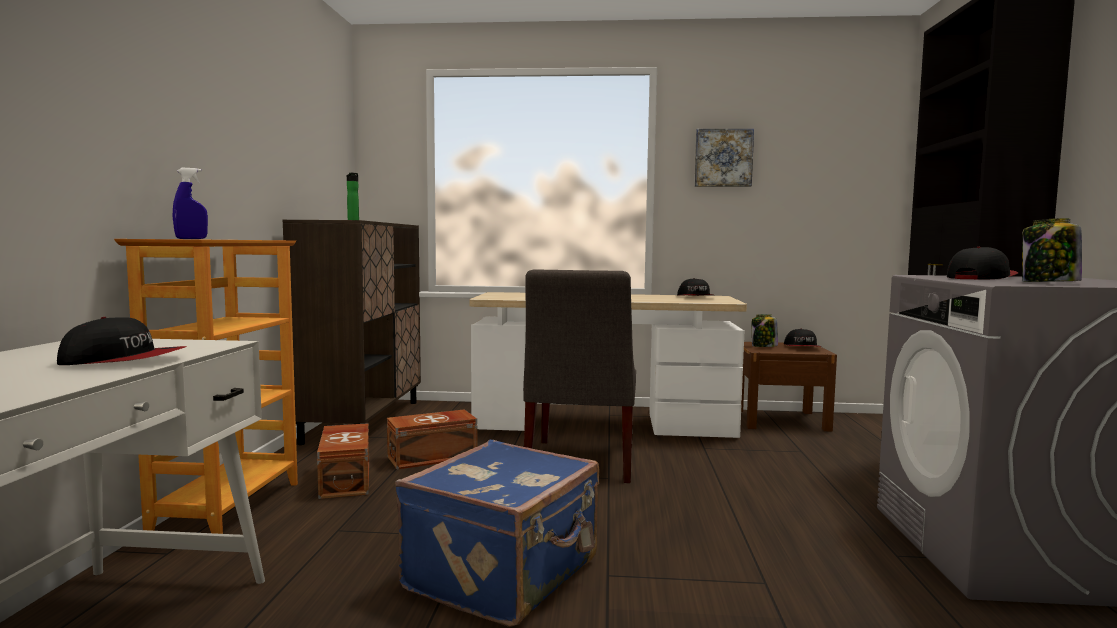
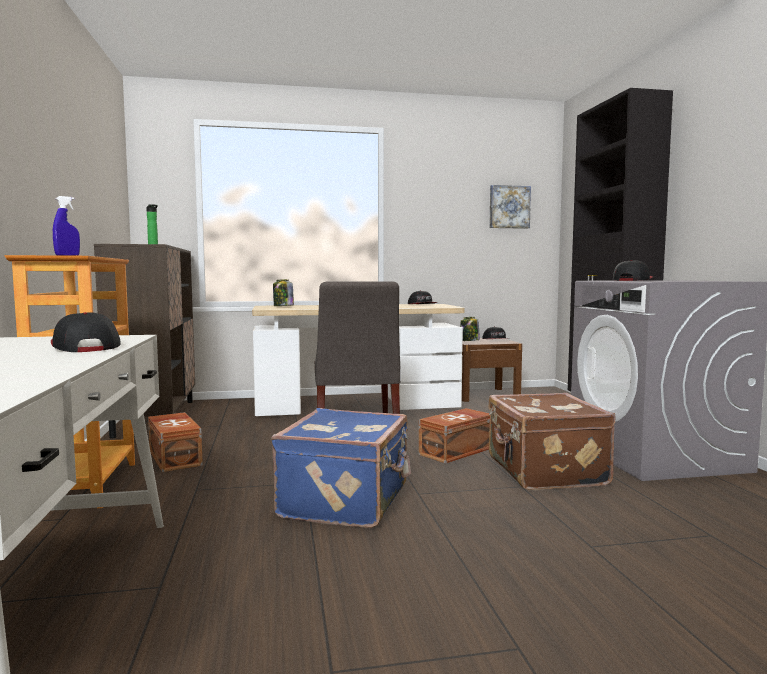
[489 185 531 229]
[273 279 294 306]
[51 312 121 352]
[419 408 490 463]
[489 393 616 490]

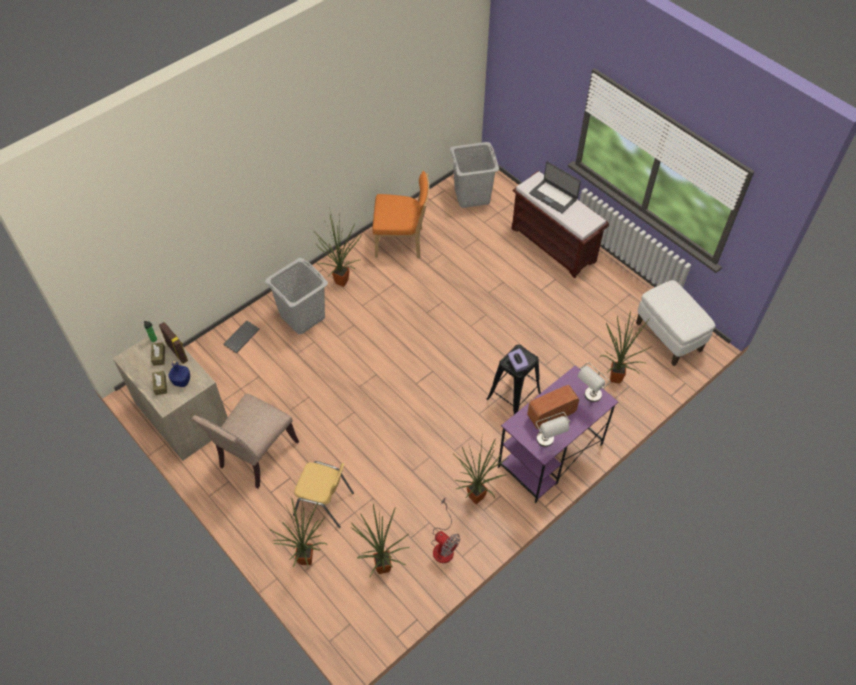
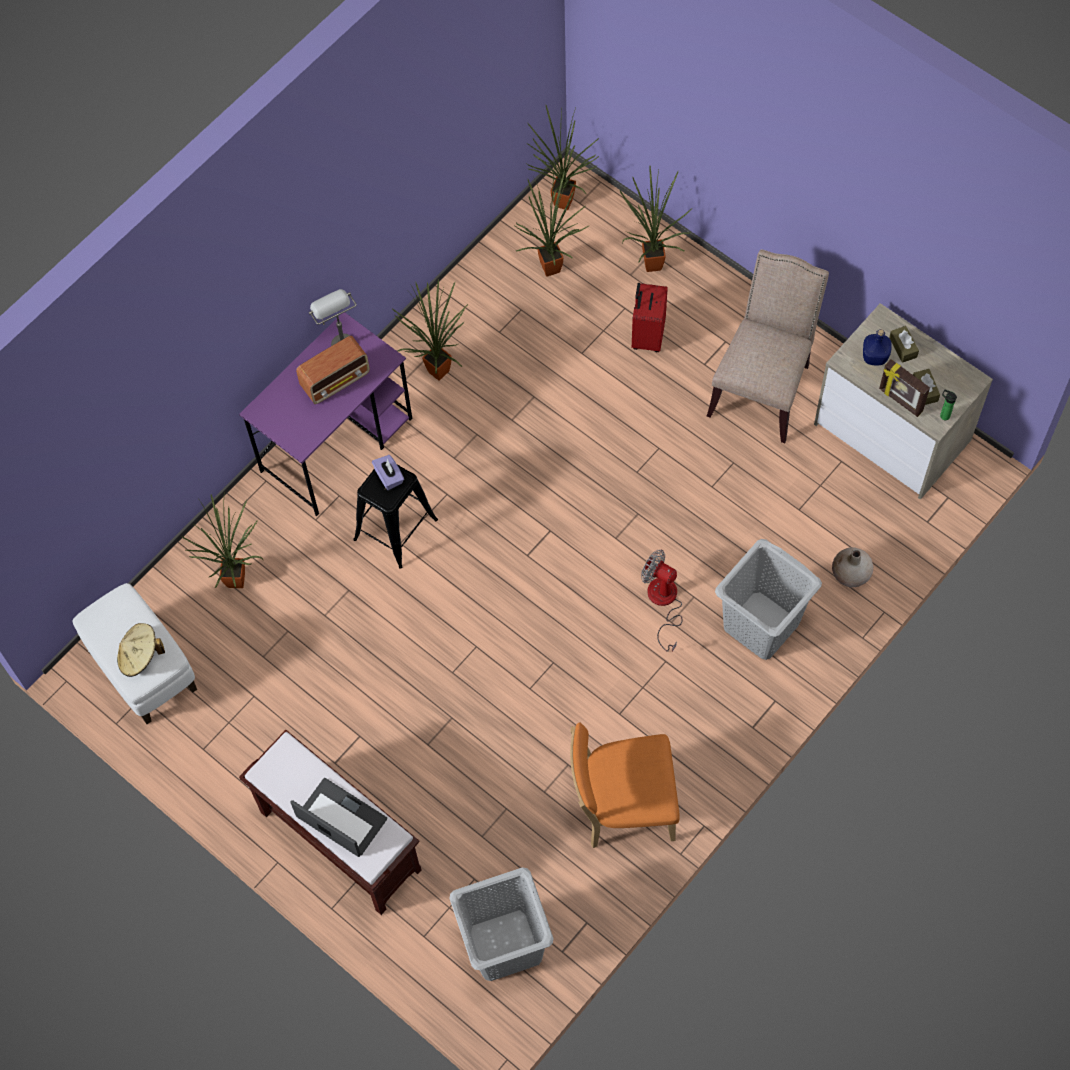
[526 105 599 210]
[832 547 873 587]
[578 362 611 402] (first image)
[632 283 668 352]
[641 549 683 652]
[117 623 165 677]

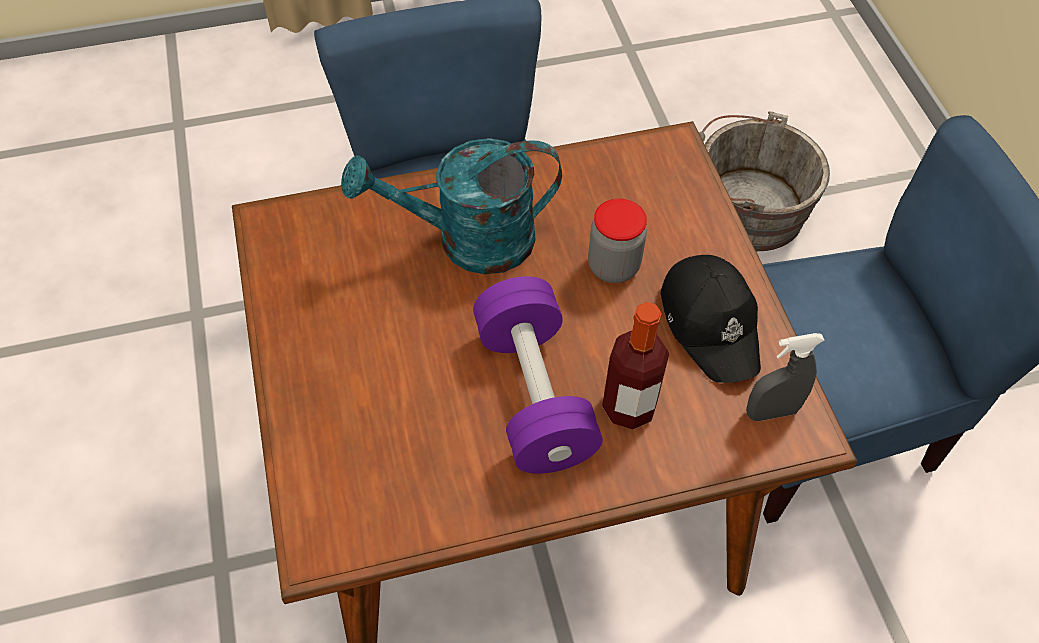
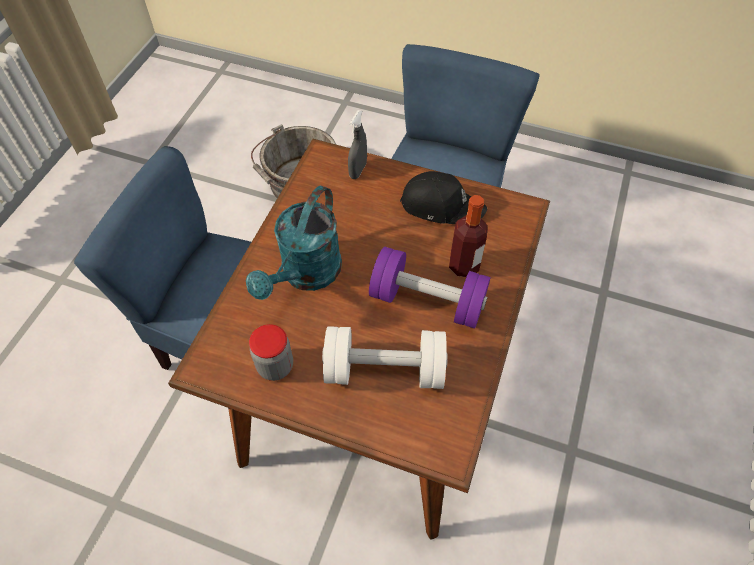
[249 324 293 381]
[348 110 367 179]
[322 326 448 389]

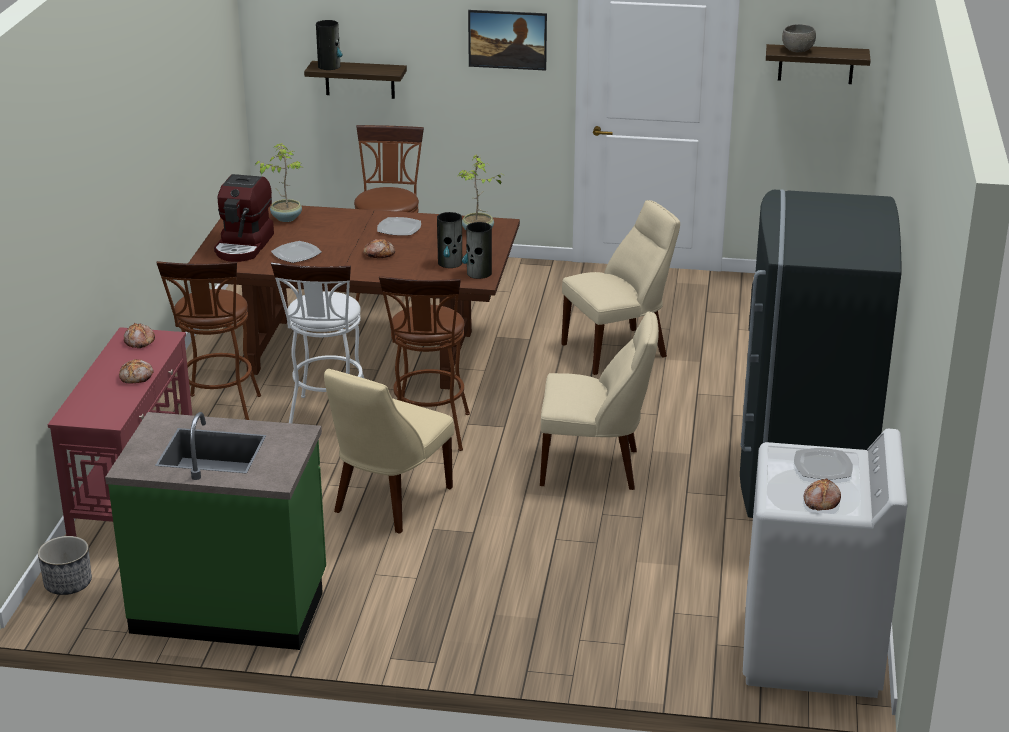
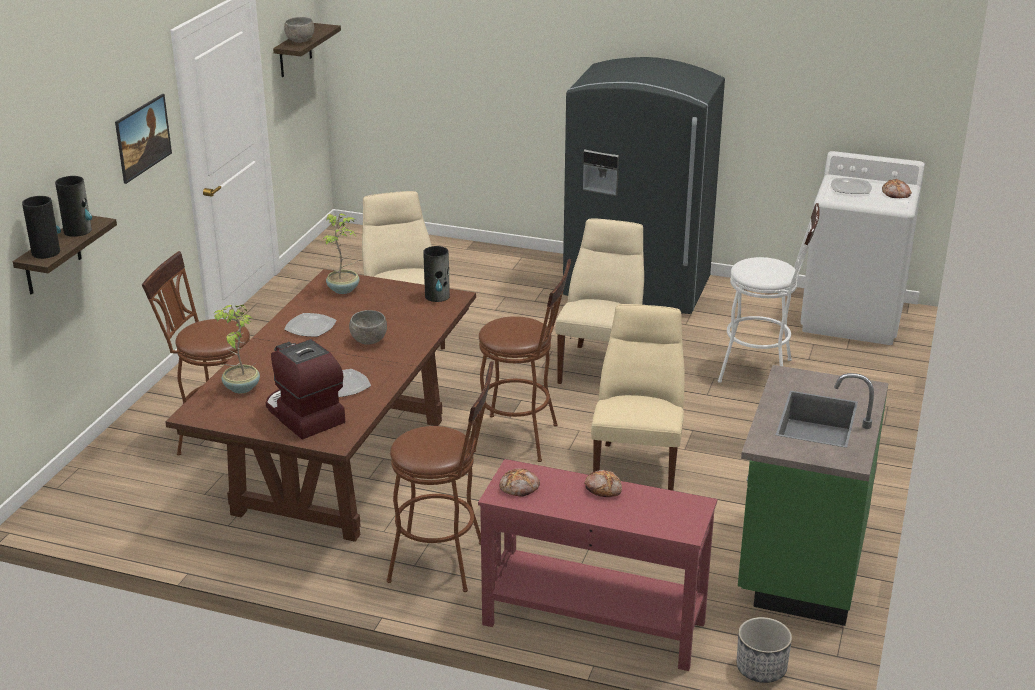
[266 339 345 440]
[55 176 92 237]
[349 310 387 345]
[718 203 820 383]
[591 304 685 491]

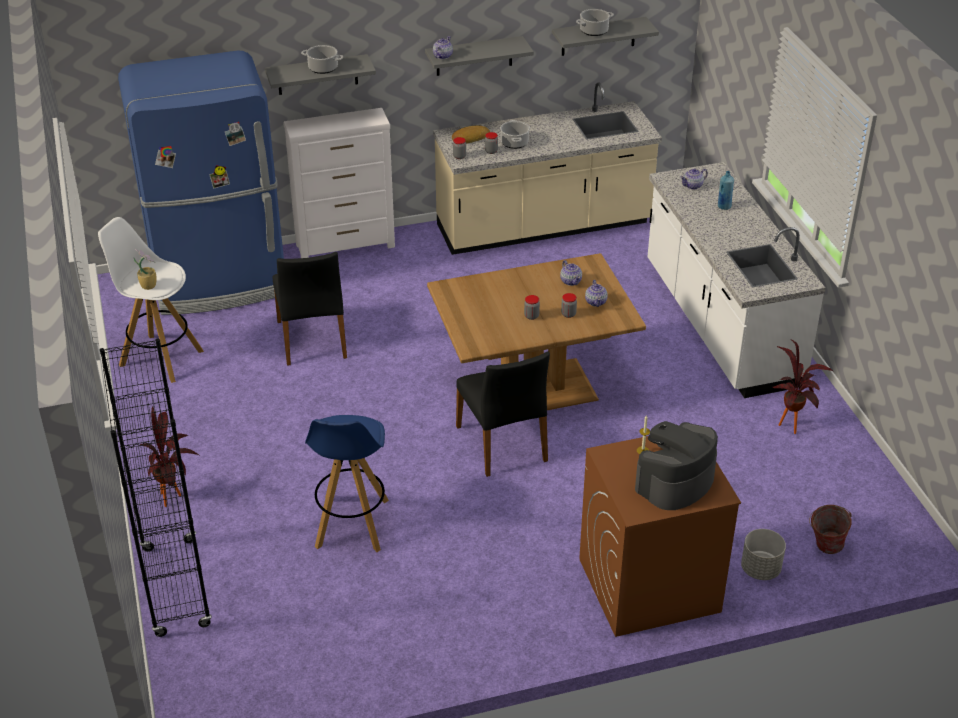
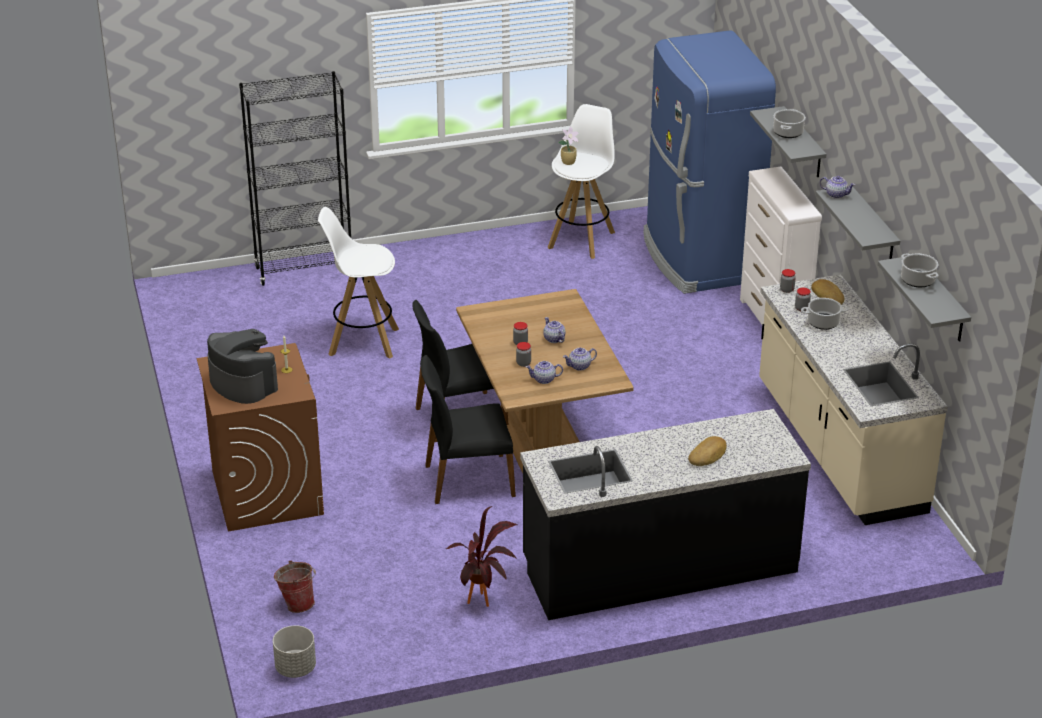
[520 409 811 620]
[543 317 565 343]
[688 436 727 466]
[421 355 516 504]
[140 407 199 507] (first image)
[318 207 399 358]
[273 625 316 678]

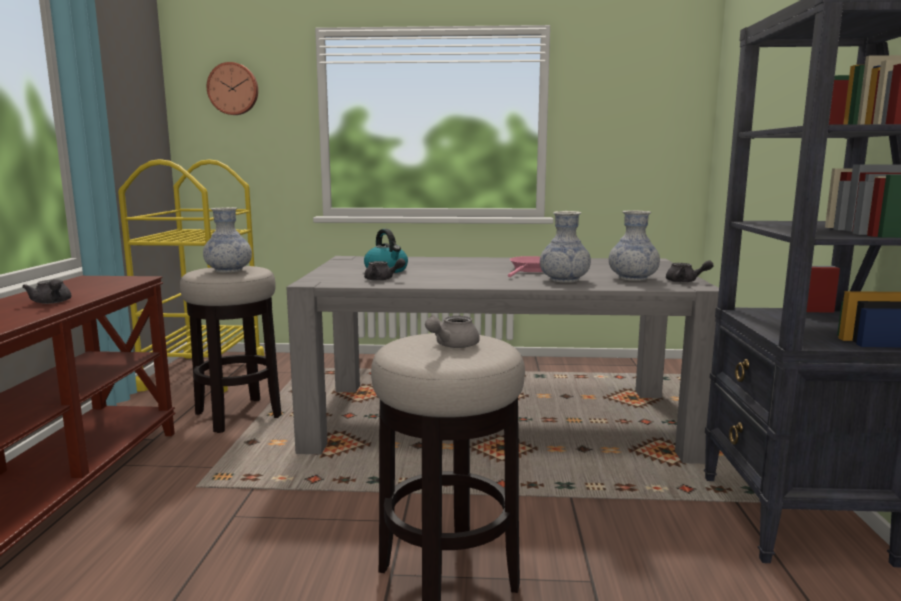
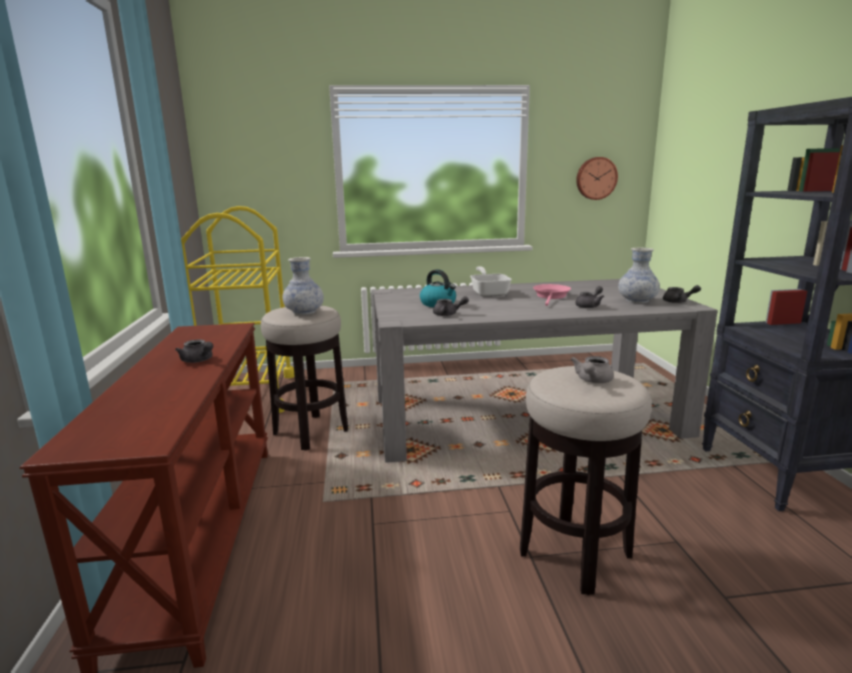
[576 157 618 200]
[575 286 604 308]
[470 266 512 297]

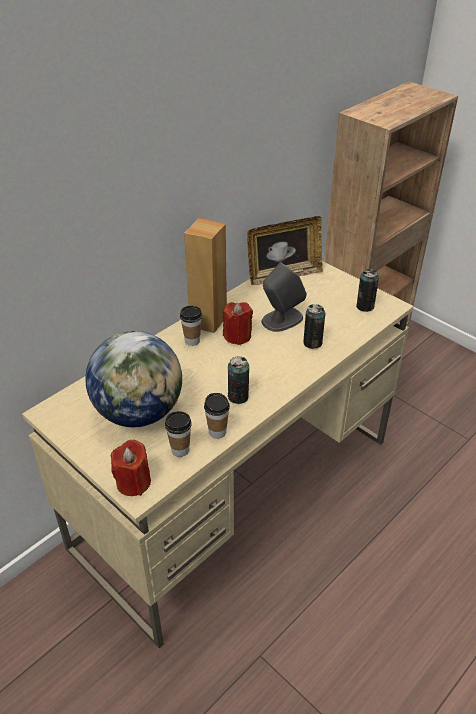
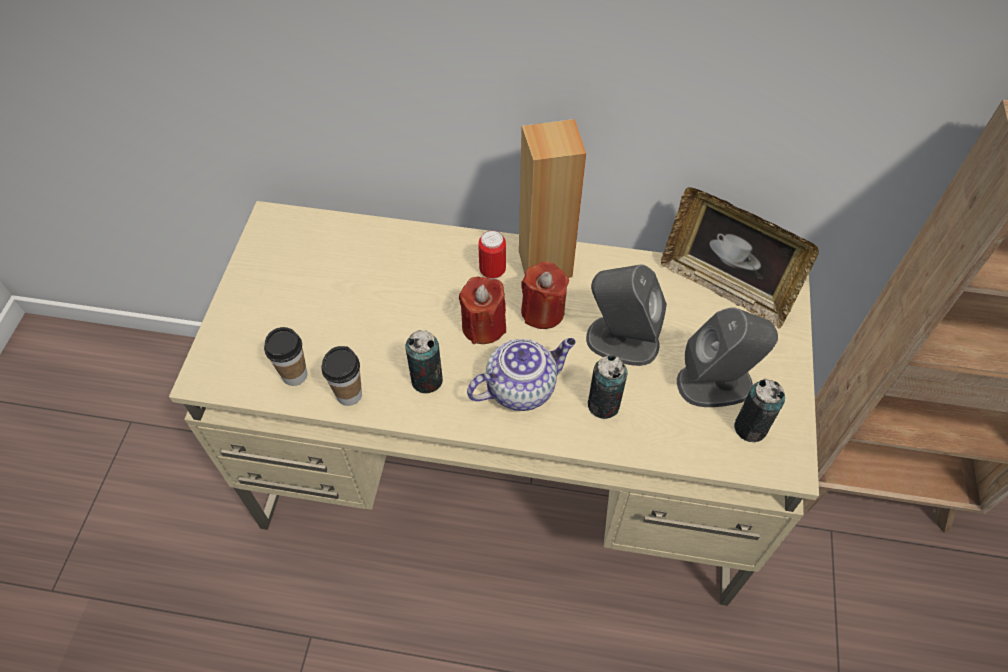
[478 230 506 279]
[85 331 182 427] (first image)
[459 277 506 344]
[677 307 778 407]
[467 338 576 411]

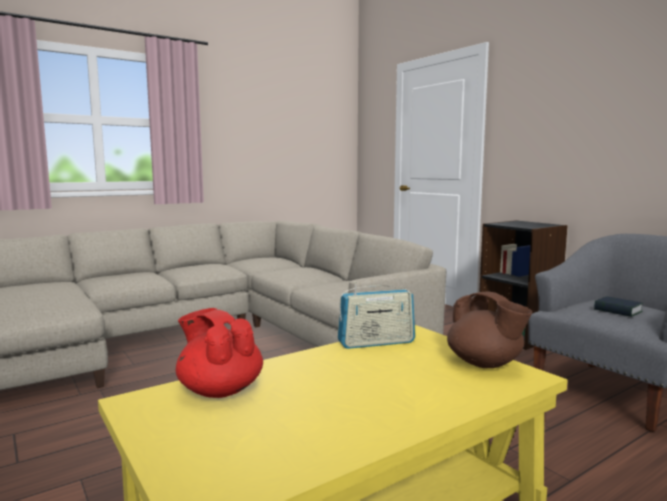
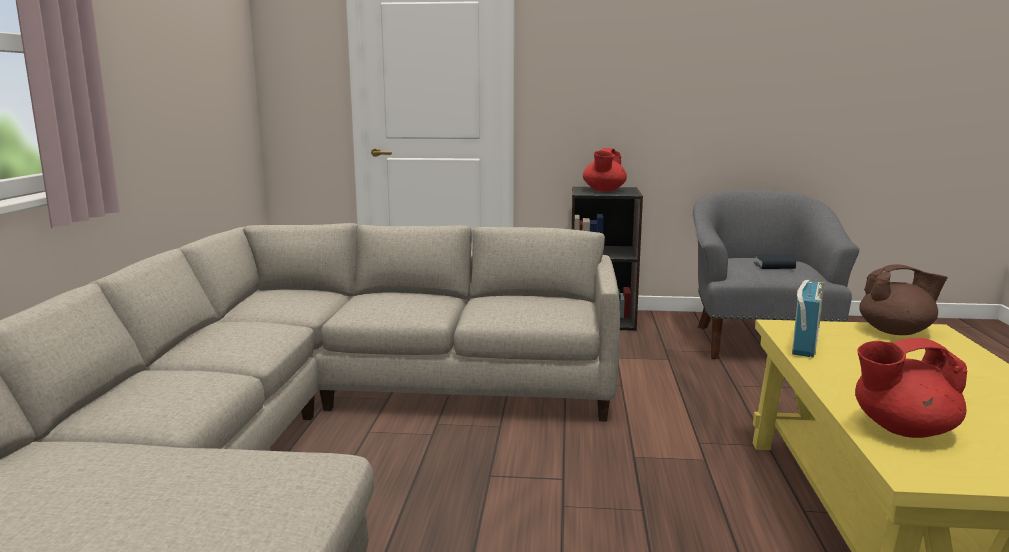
[583 148 627 191]

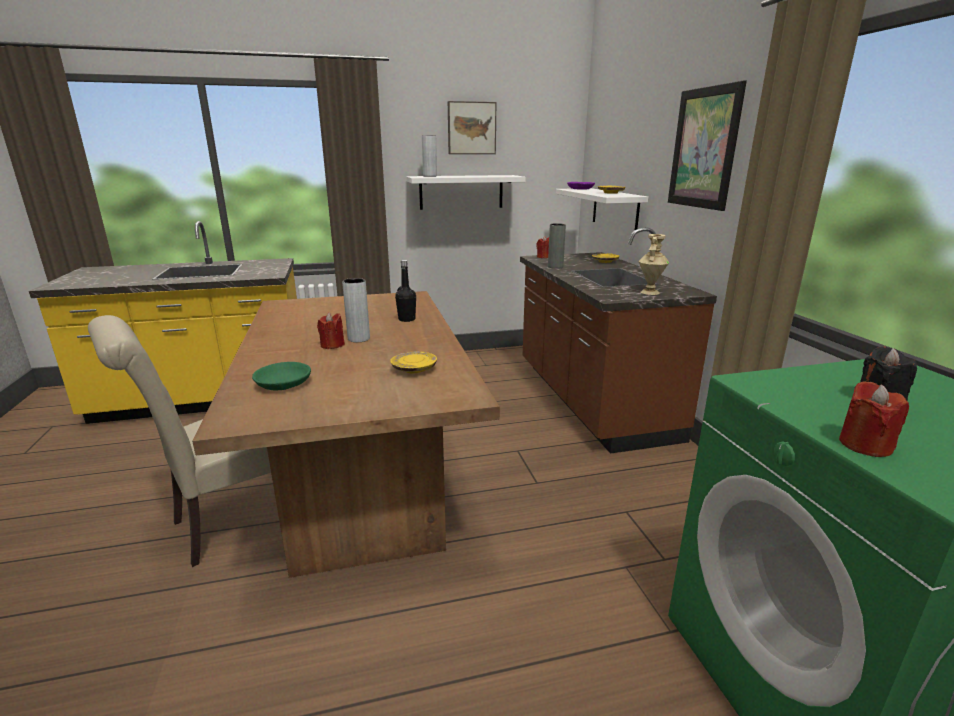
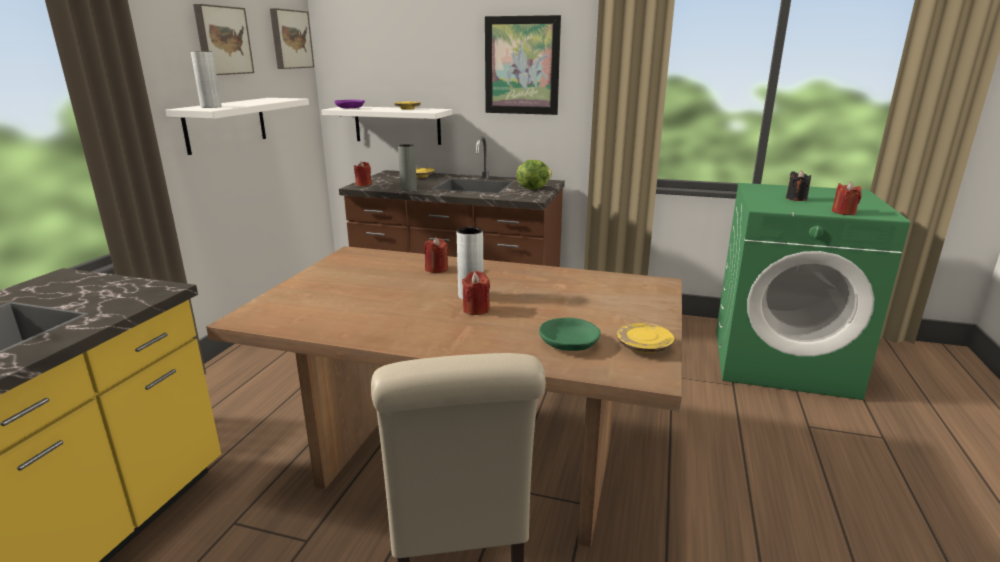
[516 160 552 189]
[425 237 449 273]
[617 323 674 353]
[270 8 314 69]

